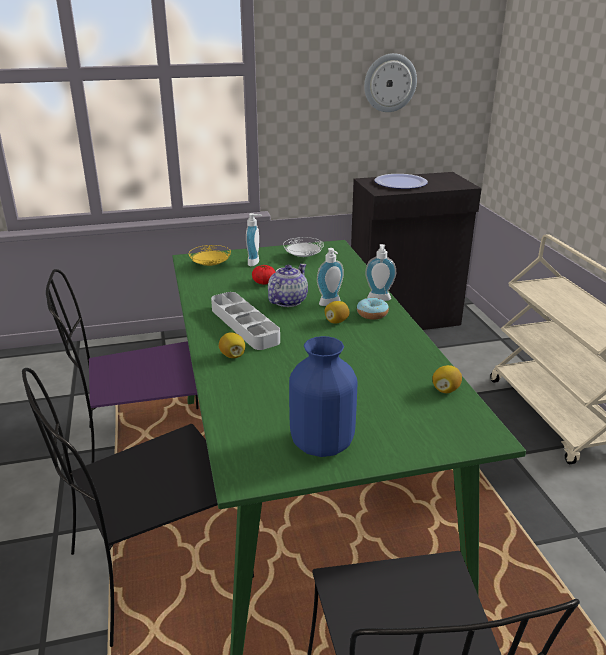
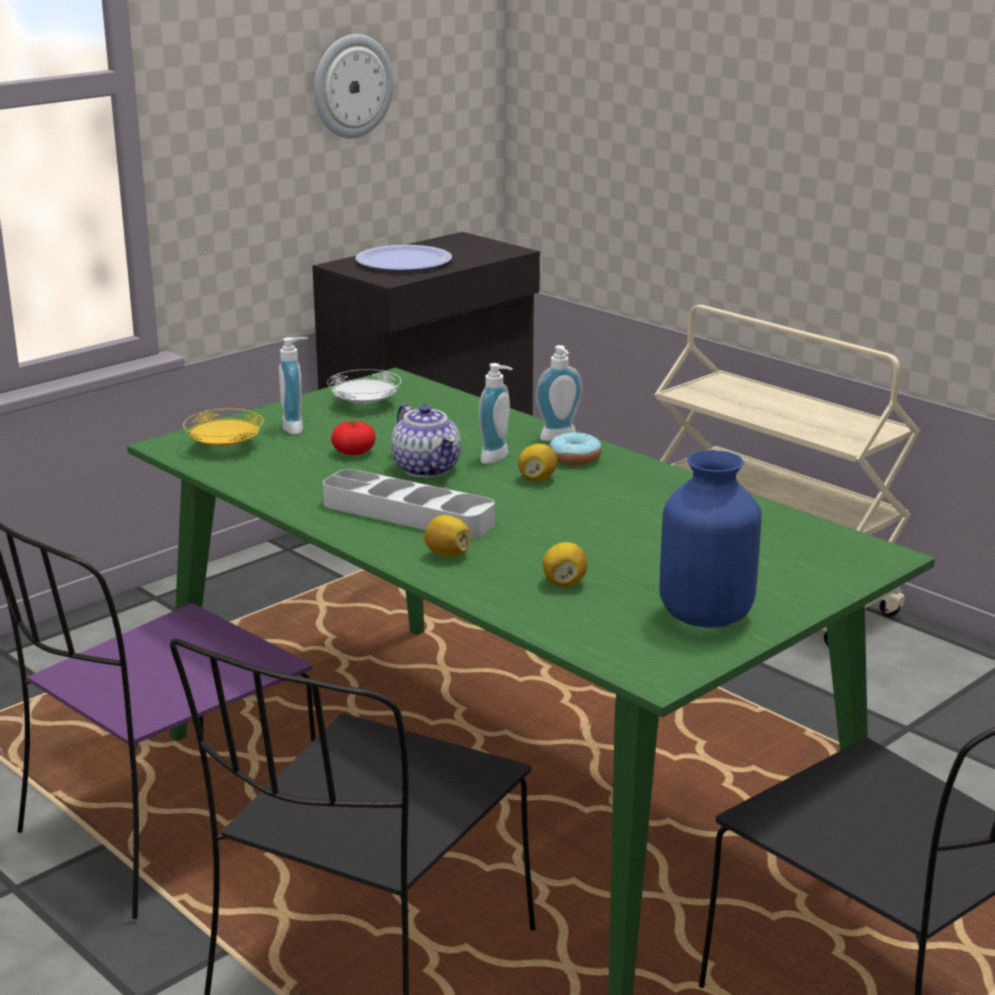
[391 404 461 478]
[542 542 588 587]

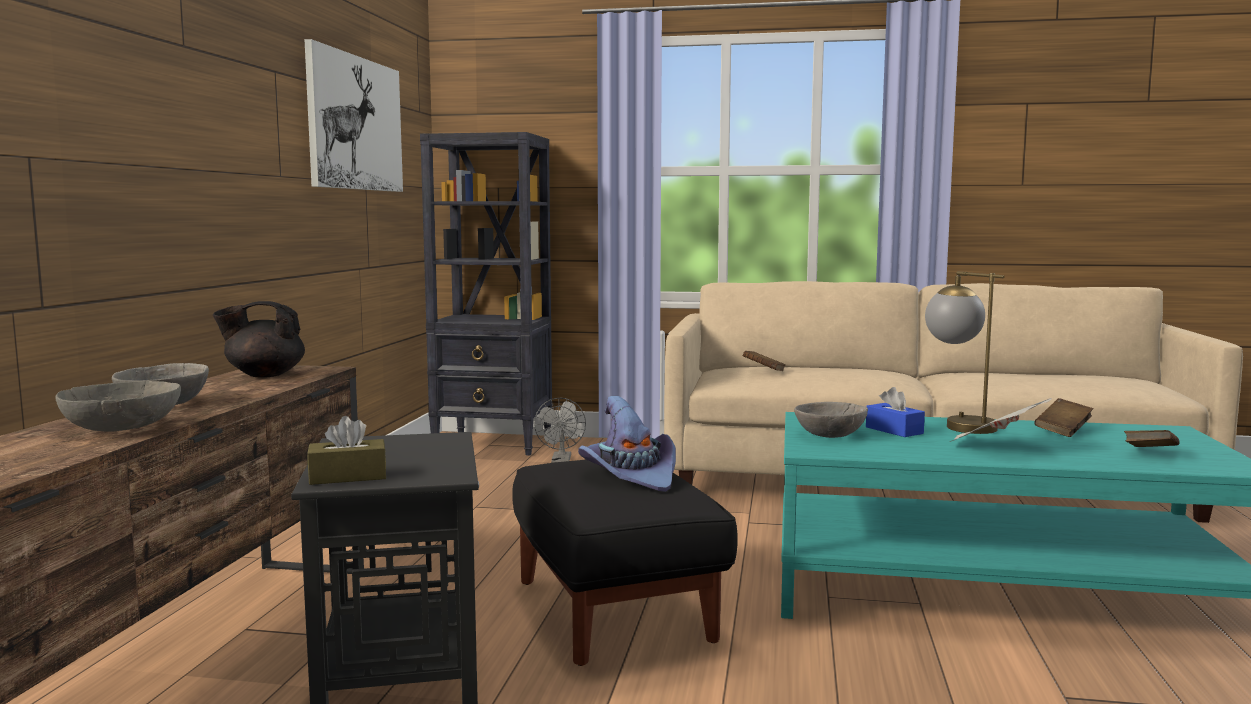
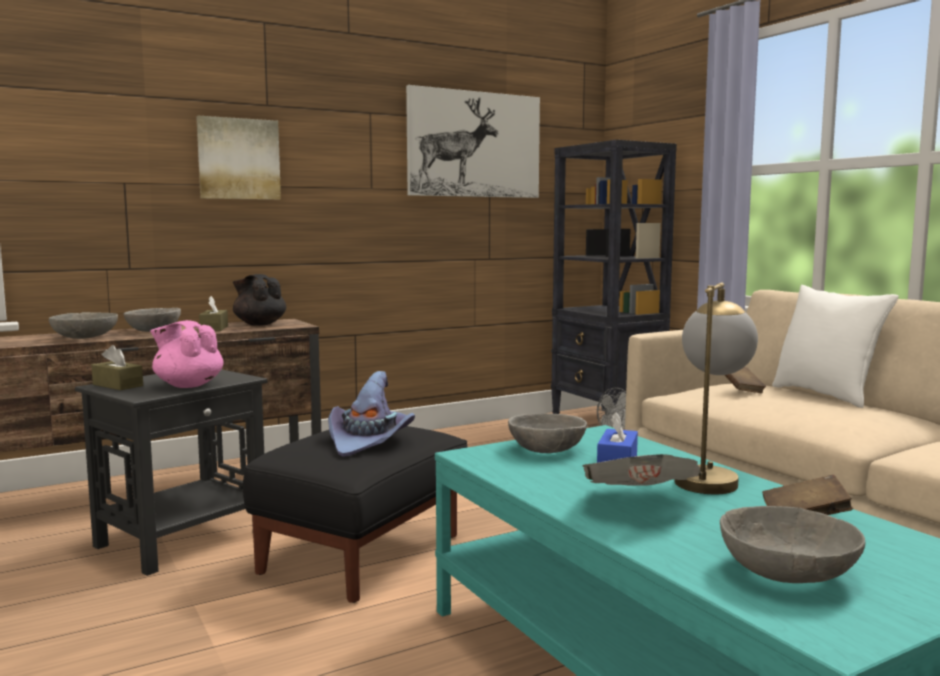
[720 506 866 583]
[196 116 281 200]
[772 285 899 408]
[199 296 228 331]
[150 320 224 388]

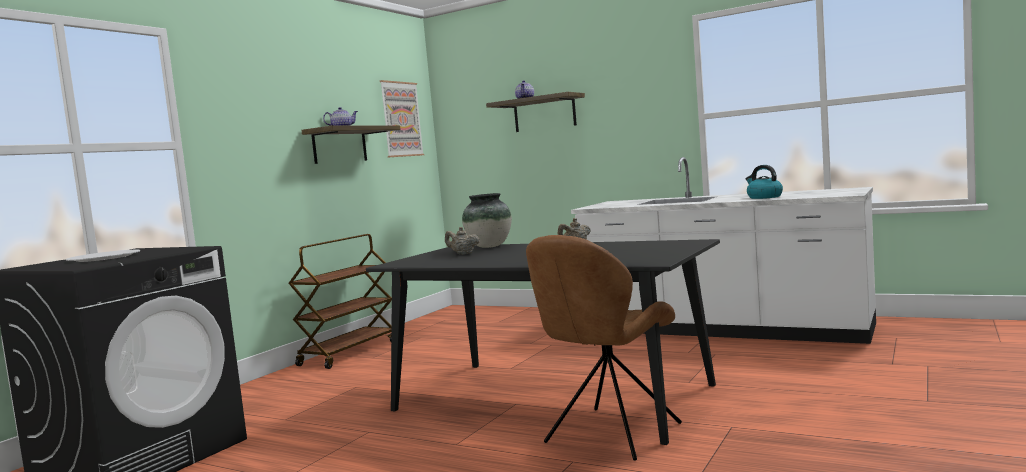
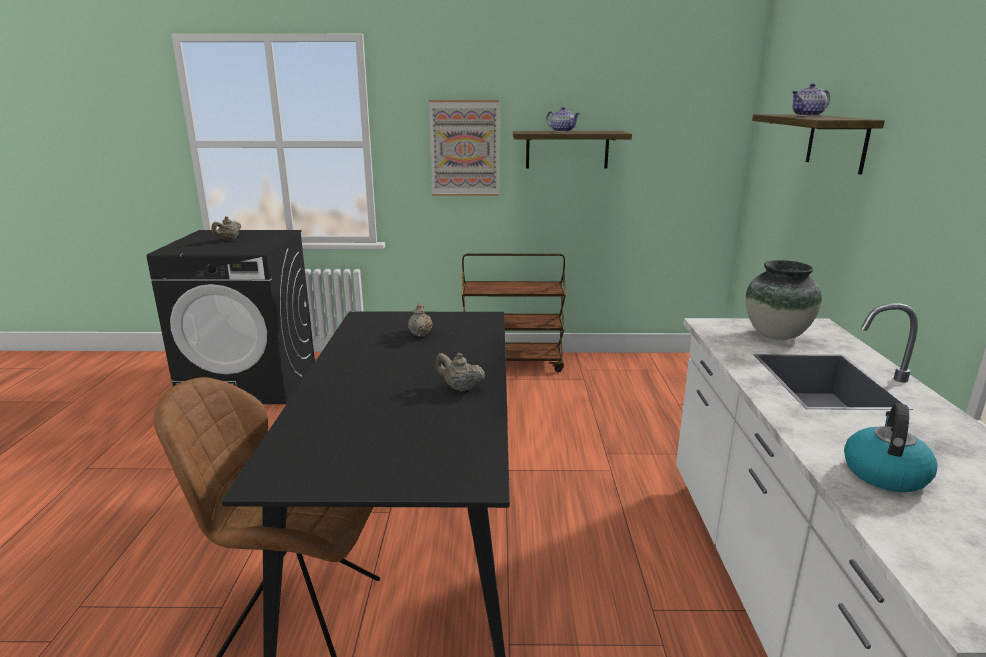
[429 100 500 196]
[745 260 822 340]
[212 216 241 241]

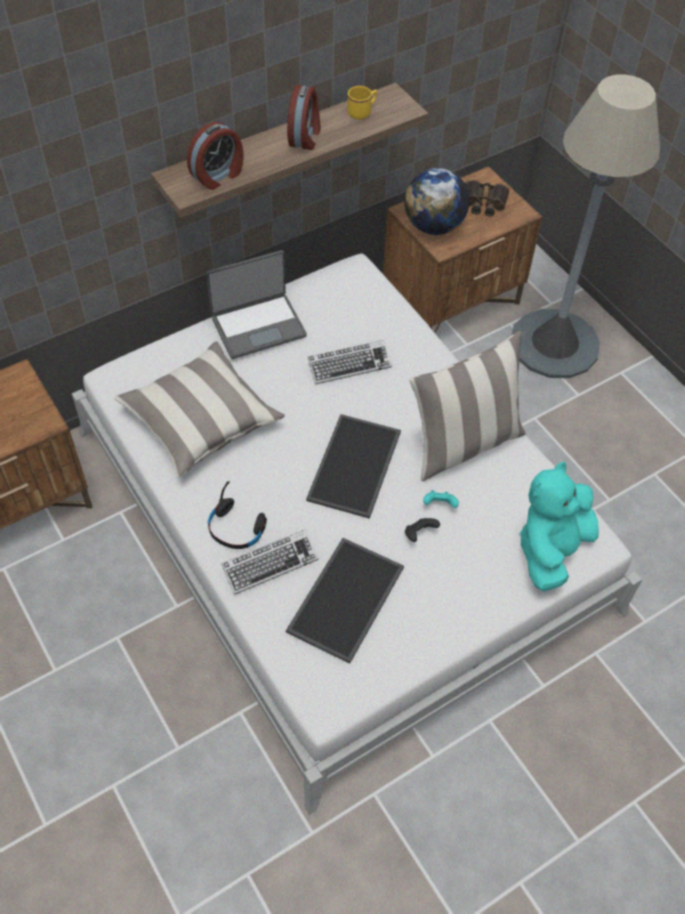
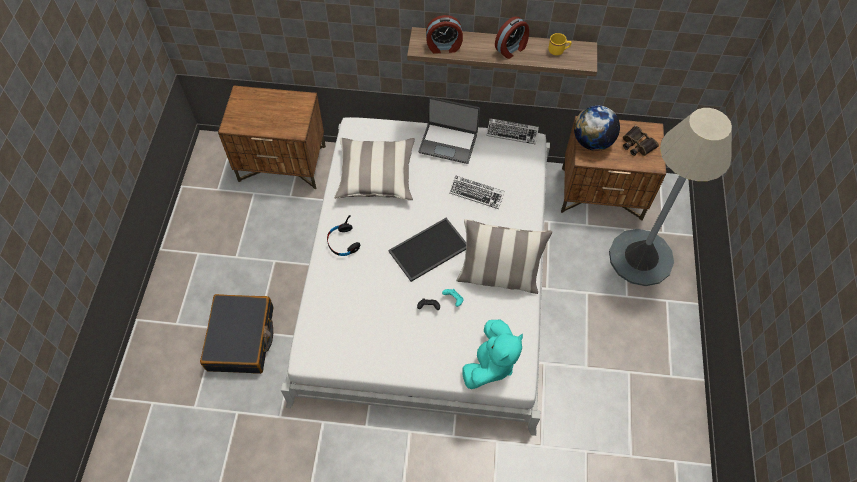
[462 320 523 389]
[486 118 539 144]
[286 538 404 664] (first image)
[200 294 273 374]

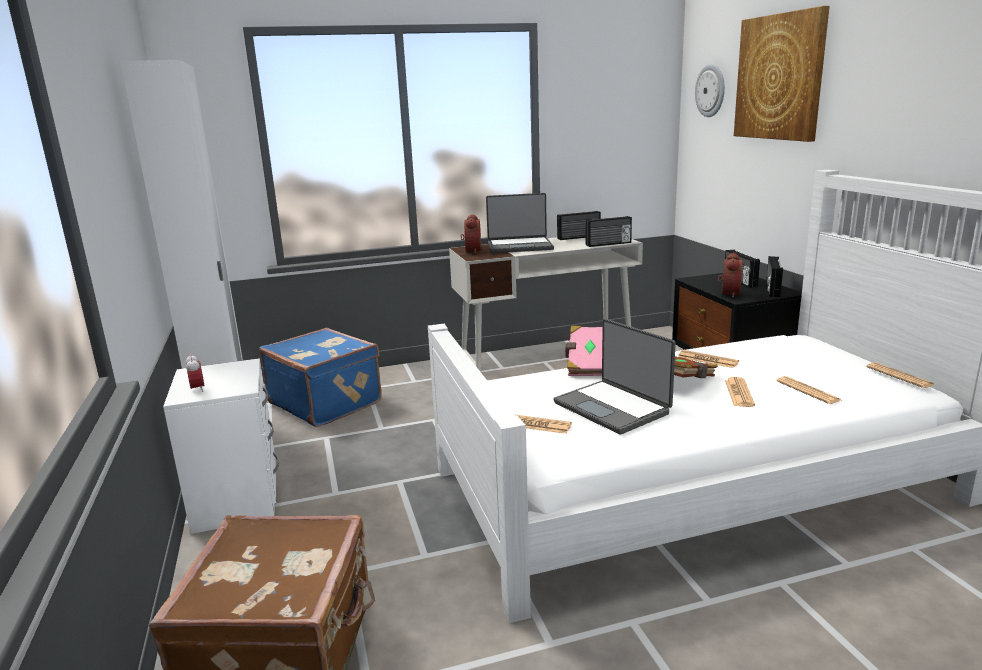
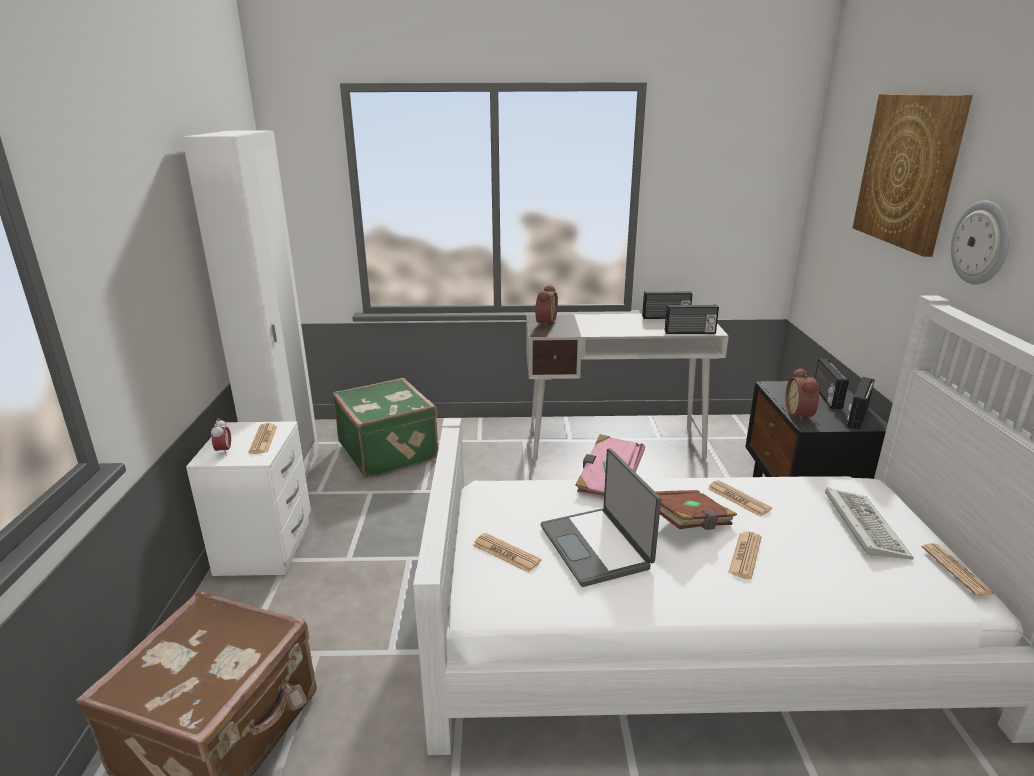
[951 200 1010 285]
[486 193 554 253] (first image)
[786 368 819 422]
[333 378 438 478]
[249 423 277 454]
[825 488 914 559]

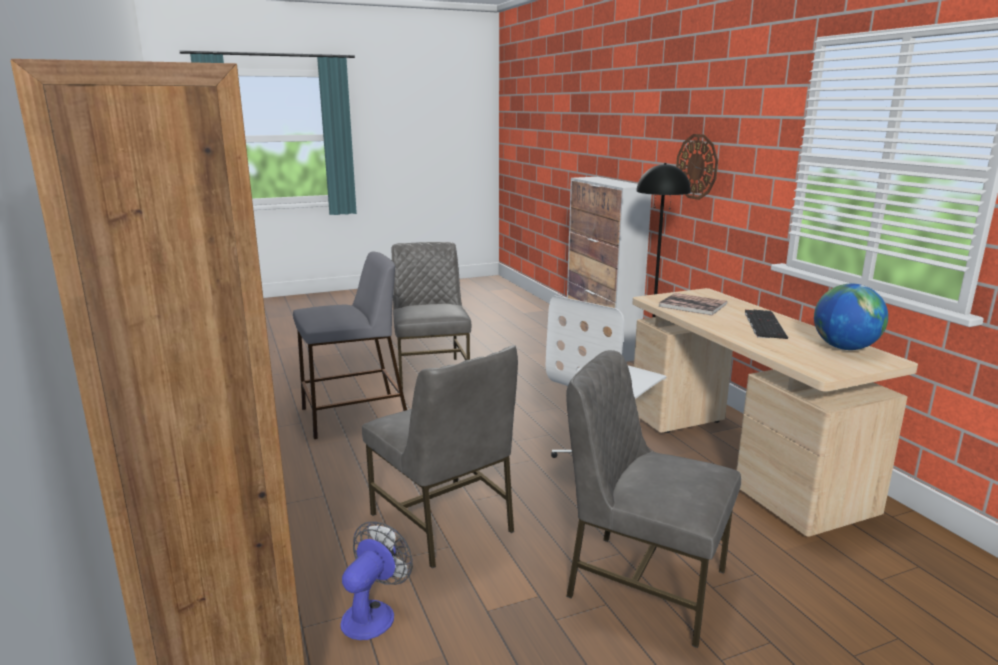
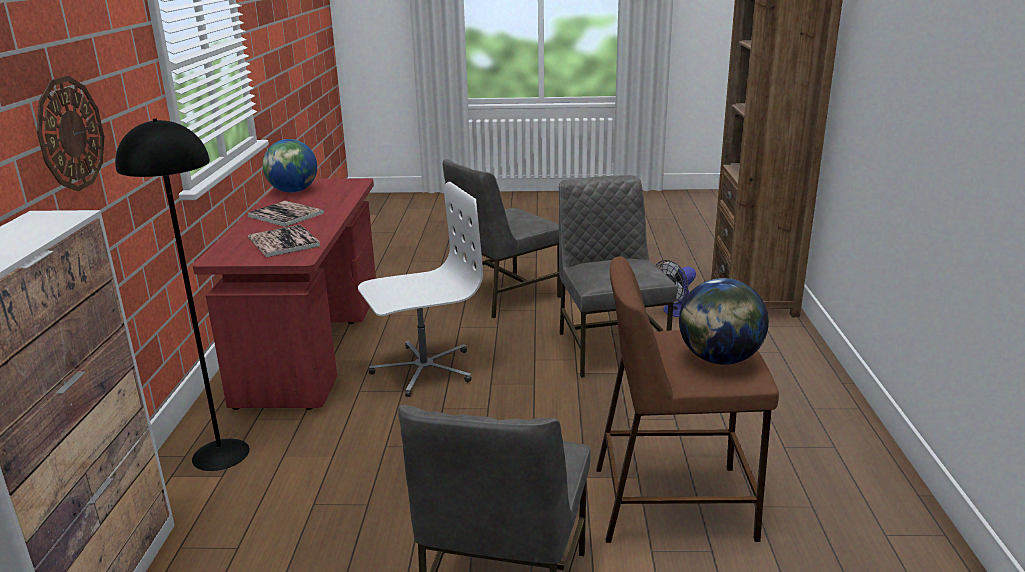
[596 256 779 543]
[192 178 376 410]
[248 201 324 227]
[443 159 561 318]
[679 278 769 365]

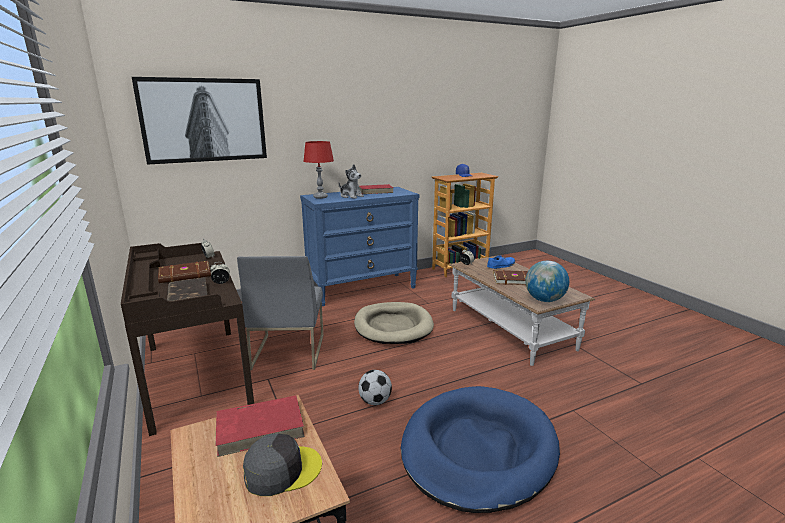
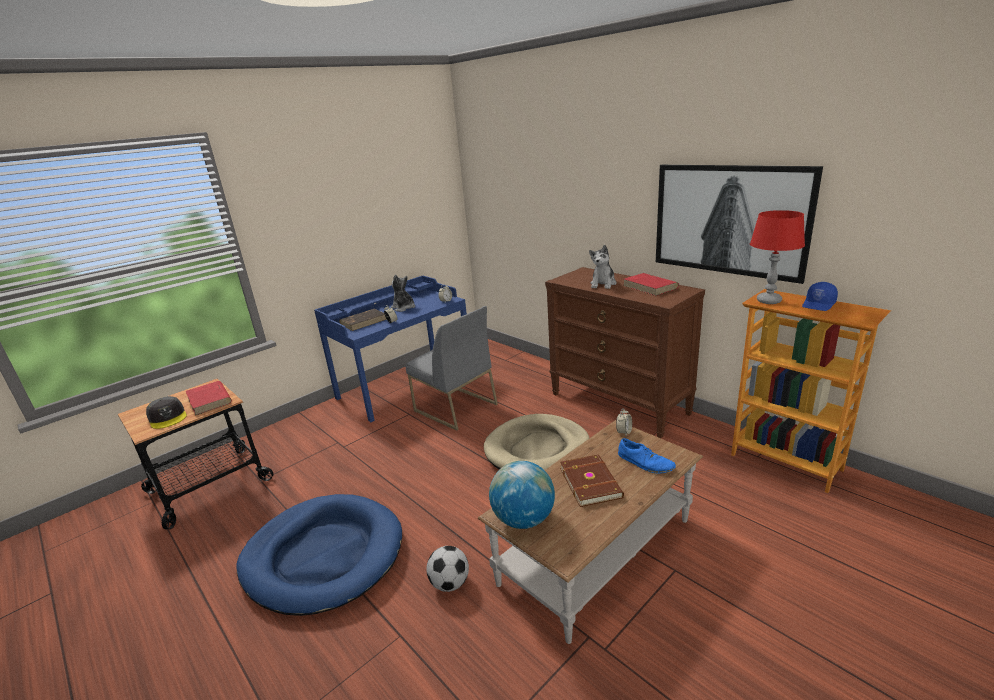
[656 165 823 284]
[750 210 805 304]
[545 267 705 438]
[314 276 467 422]
[406 306 498 430]
[391 274 415 312]
[426 546 469 592]

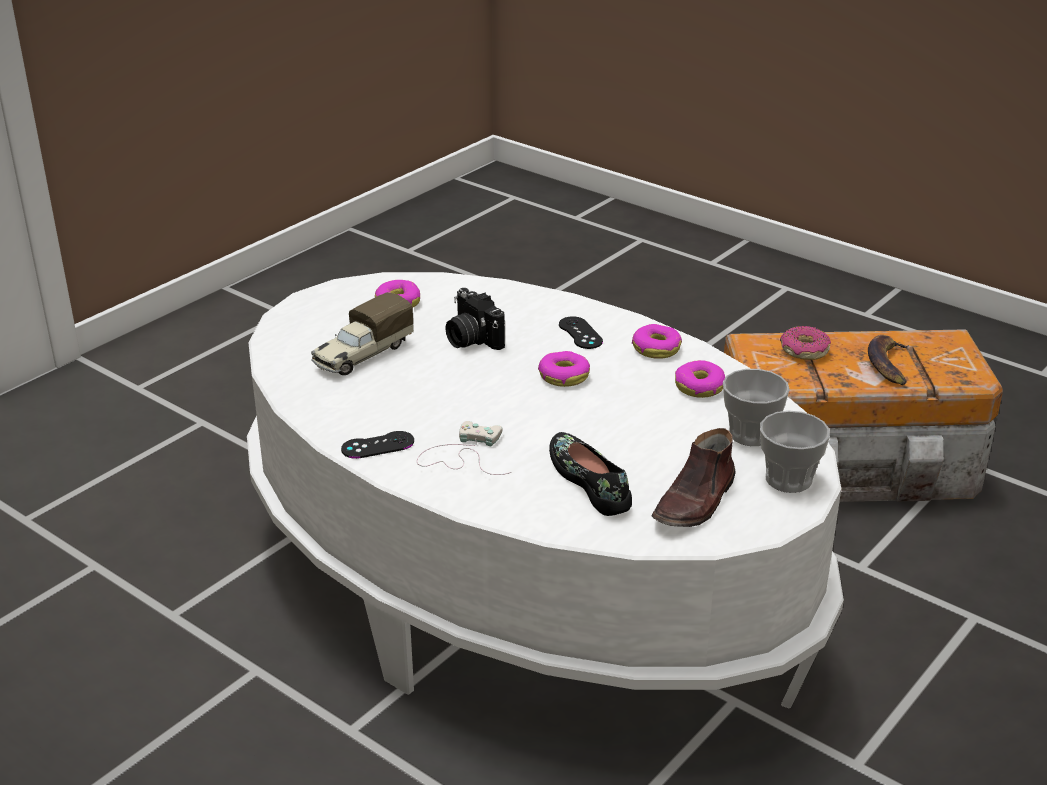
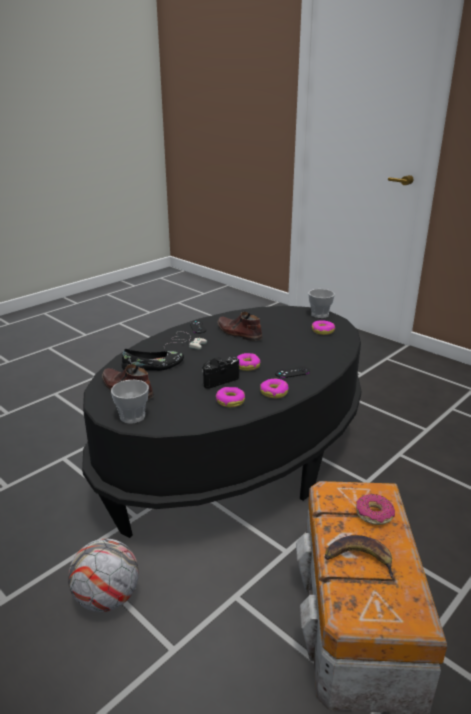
[82 306 362 538]
[202 357 239 389]
[311 292 413 375] (first image)
[308 289 335 318]
[217 312 262 341]
[68 539 139 612]

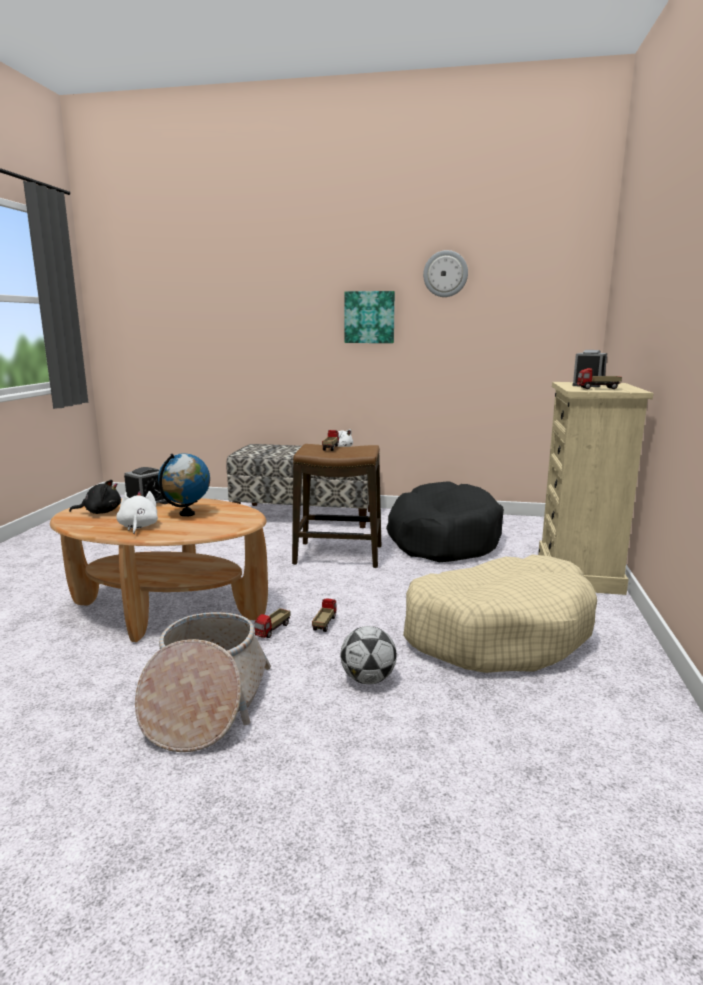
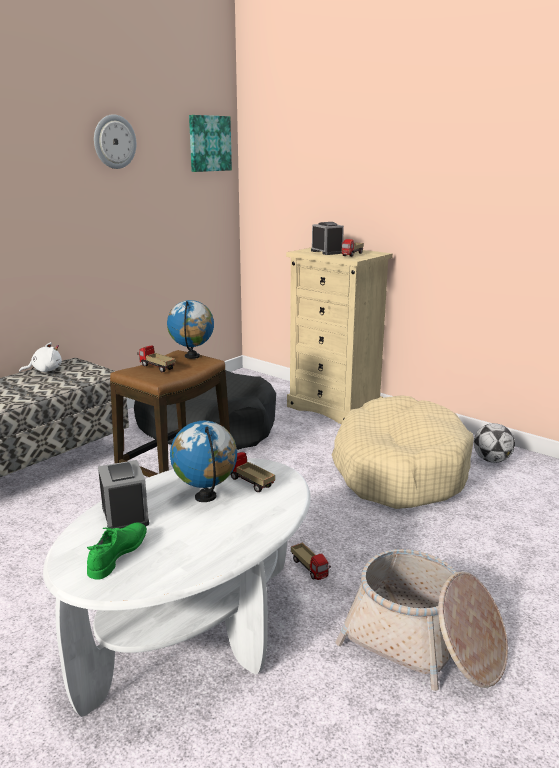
[189 115 232 172]
[87 523 147 580]
[116 491 158 534] (first image)
[43 458 310 717]
[231 452 275 492]
[474 423 515 463]
[167 300 214 359]

